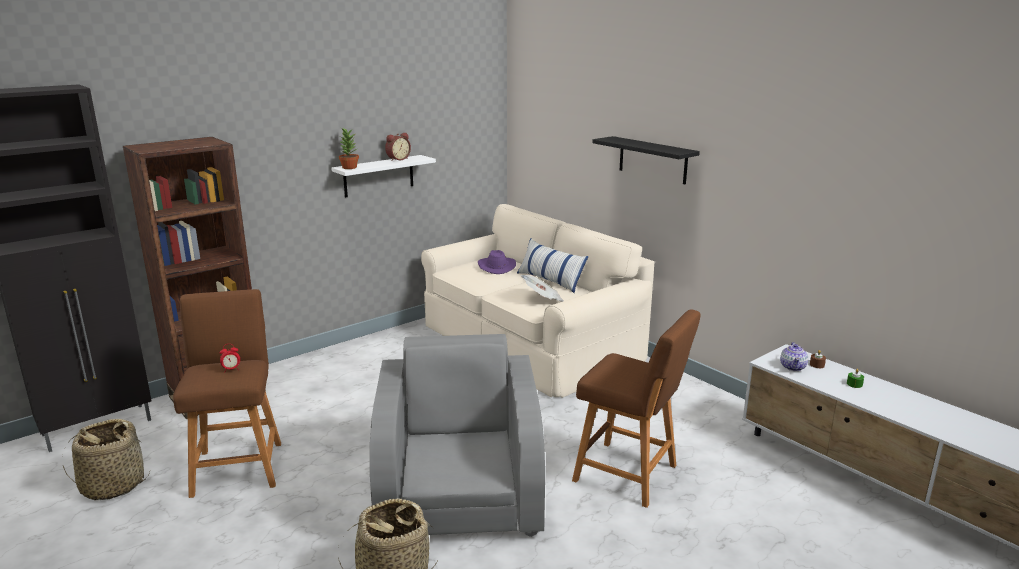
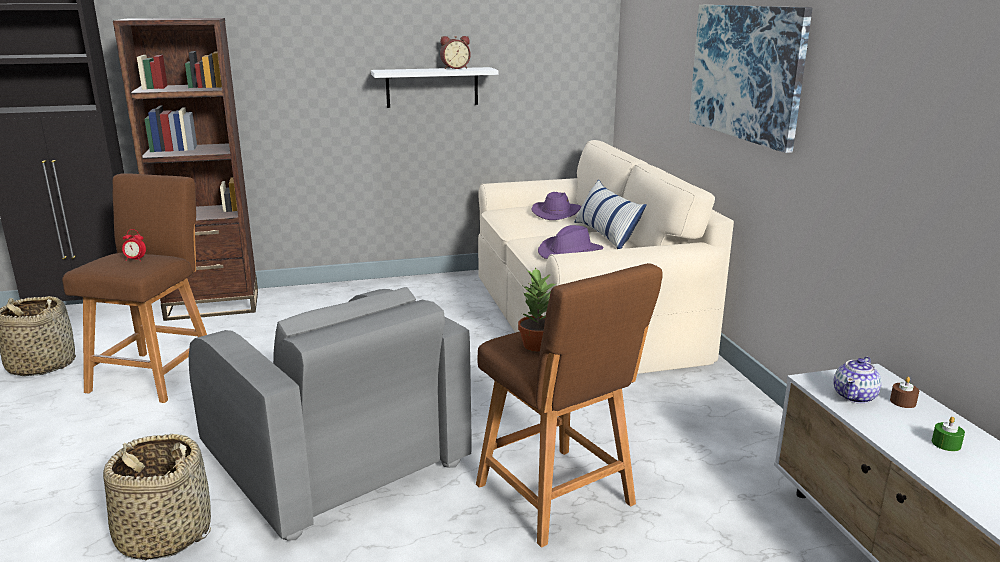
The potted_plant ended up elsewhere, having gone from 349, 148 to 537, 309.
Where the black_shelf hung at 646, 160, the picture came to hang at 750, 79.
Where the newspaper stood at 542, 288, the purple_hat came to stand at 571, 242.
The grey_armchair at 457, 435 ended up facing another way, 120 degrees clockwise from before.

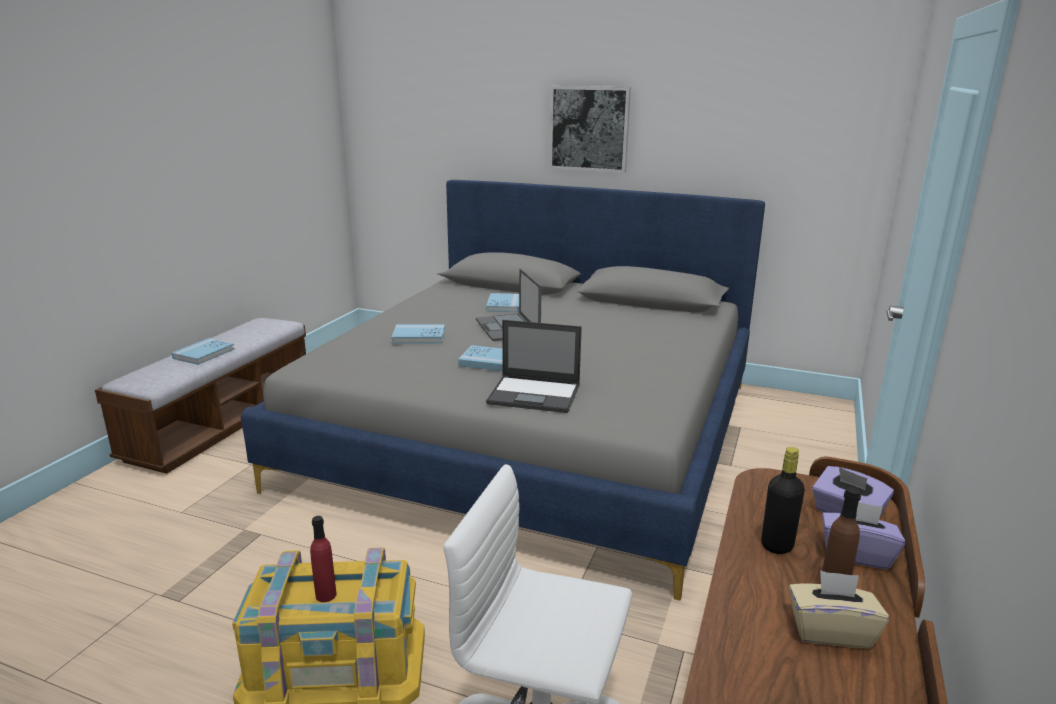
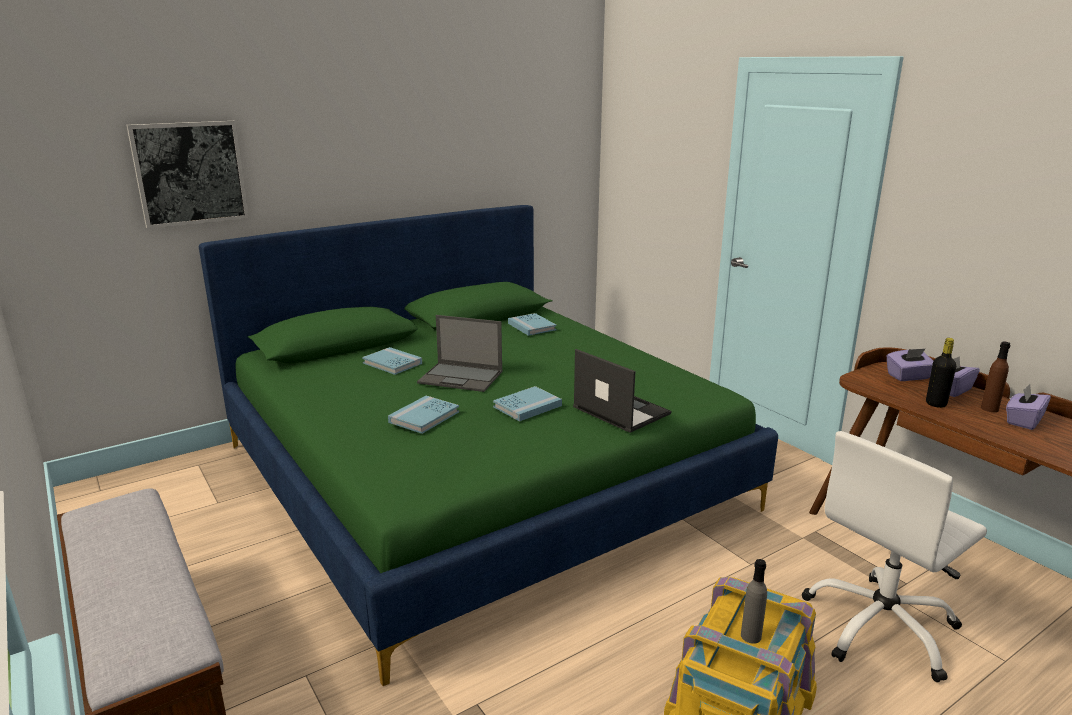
The picture ended up elsewhere, having gone from 590, 129 to 188, 175.
What was the grey_bed at 503, 390 turned into the green_bed at 488, 445.
The laptop at 534, 366 ended up facing another way, 90 degrees counterclockwise from before.
The blue_book ended up elsewhere, having gone from 203, 351 to 532, 324.
What was the red_bottle at 323, 559 turned into the grey_bottle at 754, 601.
What was the beige_tissue_box at 839, 609 turned into the purple_tissue_box at 1028, 407.

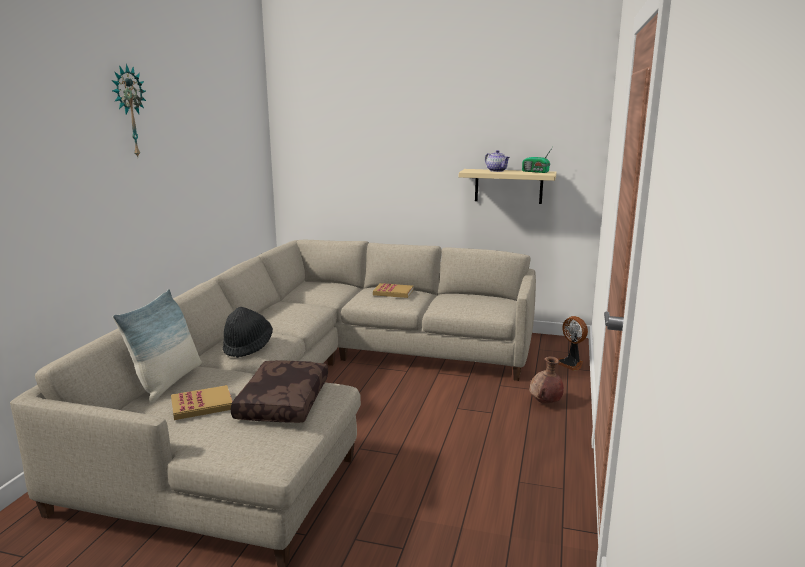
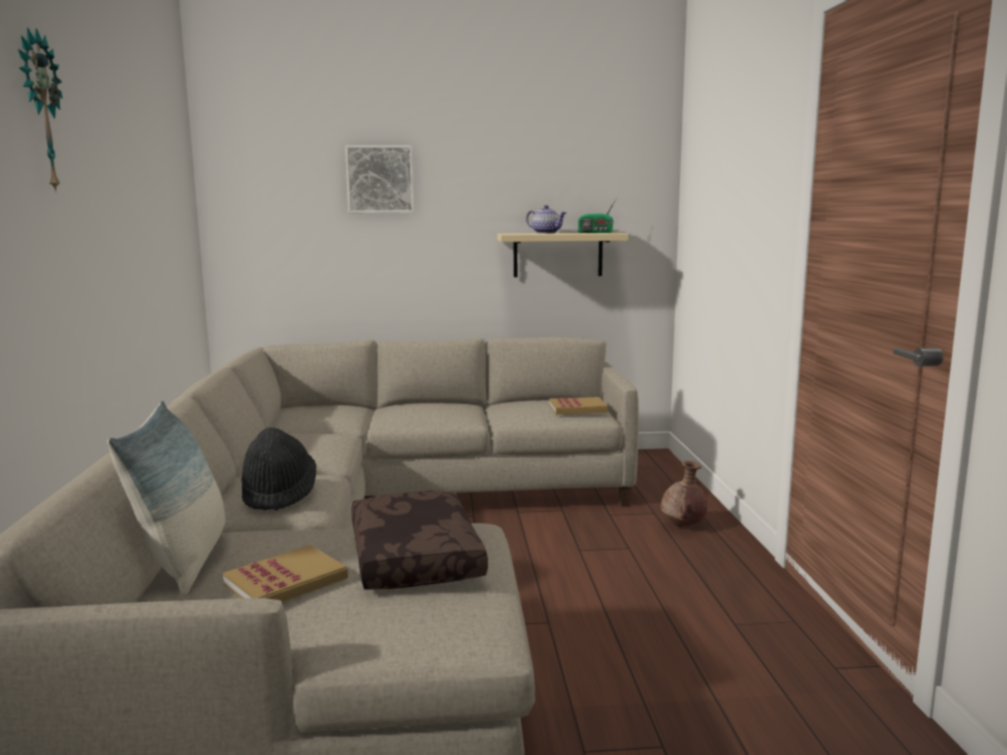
The book ended up elsewhere, having gone from 393, 290 to 578, 406.
The second view lost the fan at 573, 343.
The second view gained the picture at 379, 179.

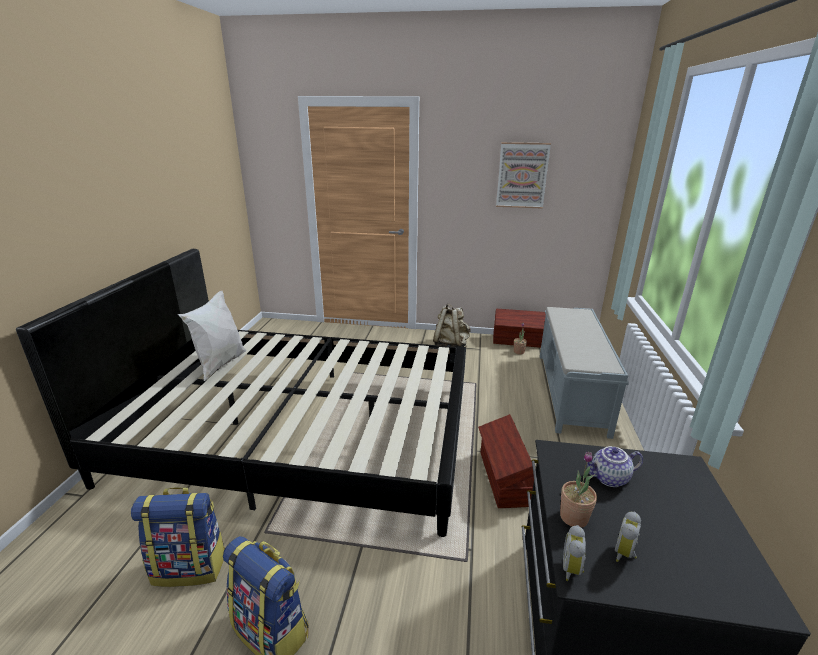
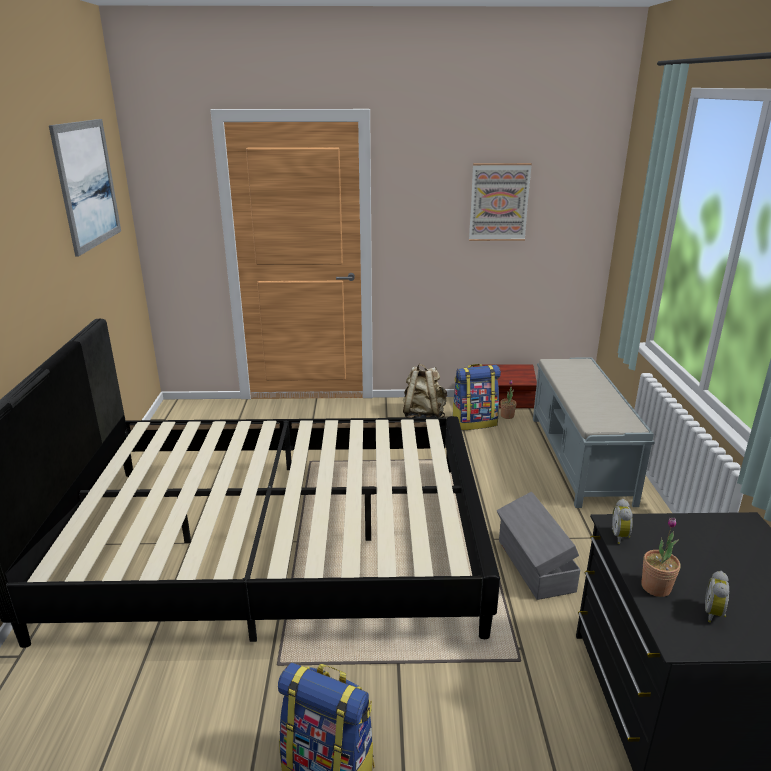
The second view lost the white_pillow at 212, 336.
What was the brown_storage_box at 506, 461 turned into the grey_storage_box at 538, 546.
The second view lost the teapot at 613, 466.
The backpack ended up elsewhere, having gone from 178, 537 to 477, 397.
The alarm_clock ended up elsewhere, having gone from 574, 553 to 622, 521.
The second view gained the picture at 85, 187.

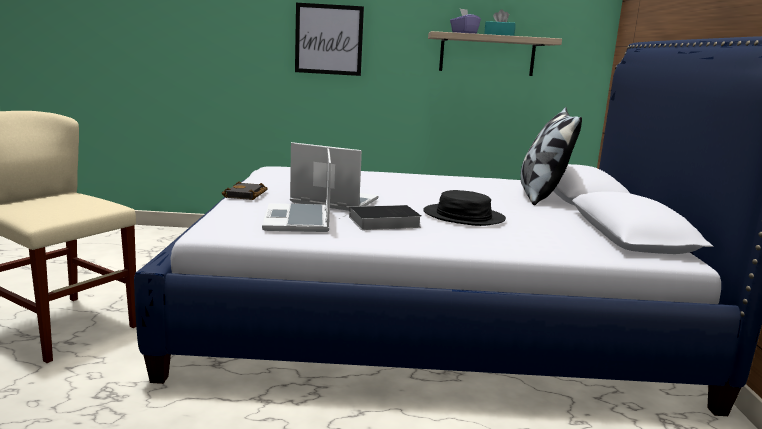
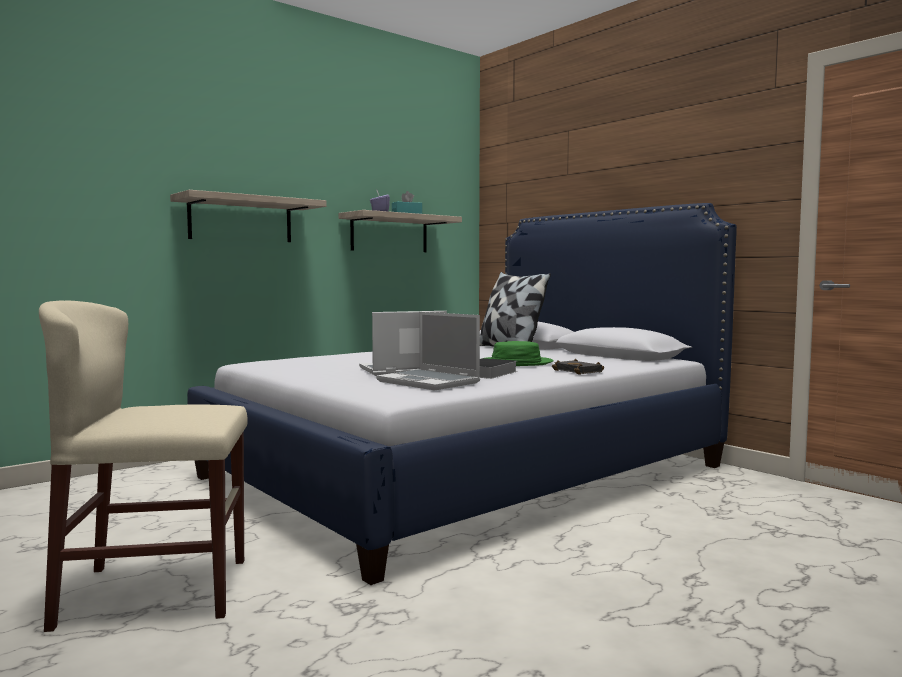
Where the picture hung at 329, 39, the shelf came to hang at 248, 216.
The black_book ended up elsewhere, having gone from 245, 190 to 578, 367.
What was the black_hat at 464, 208 turned into the green_hat at 520, 353.

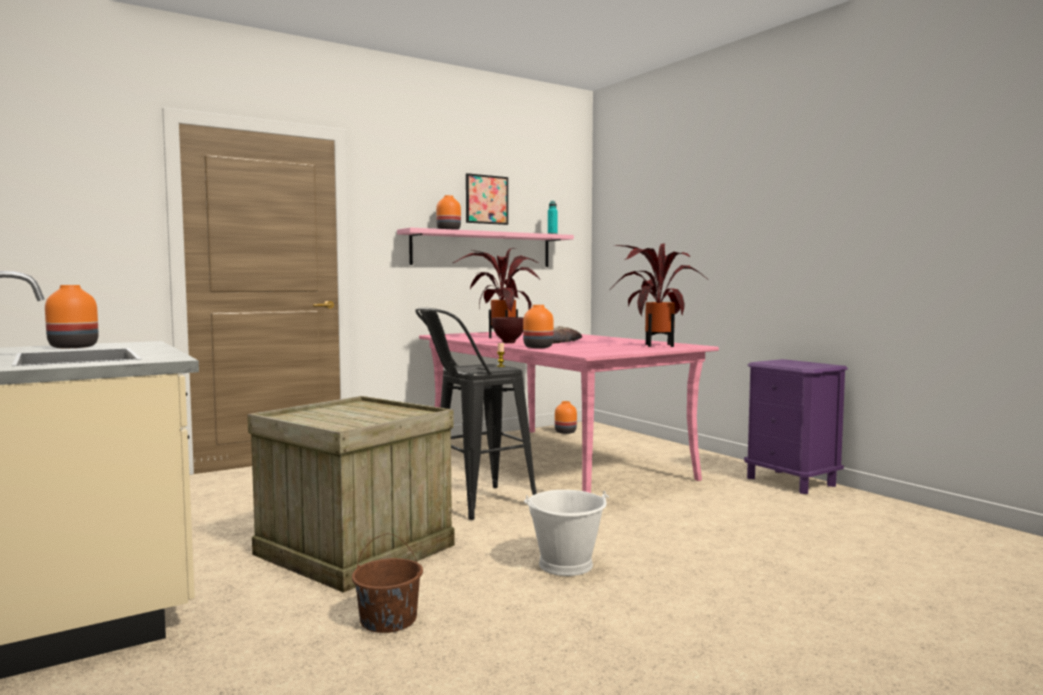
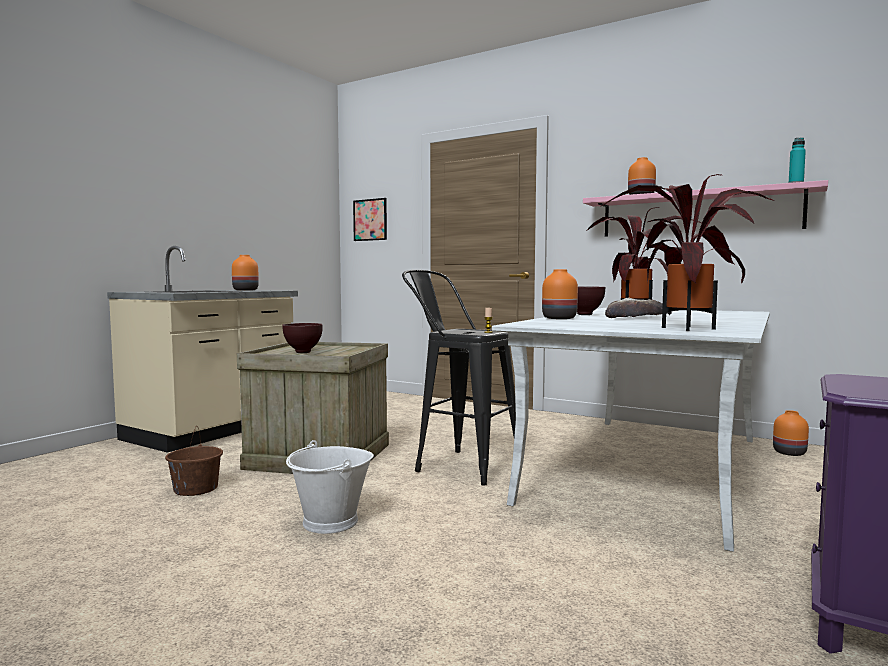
The picture ended up elsewhere, having gone from 487, 199 to 370, 219.
What was the pink_dining_table at 569, 412 turned into the white_dining_table at 631, 430.
The second view gained the brown_bowl at 302, 338.

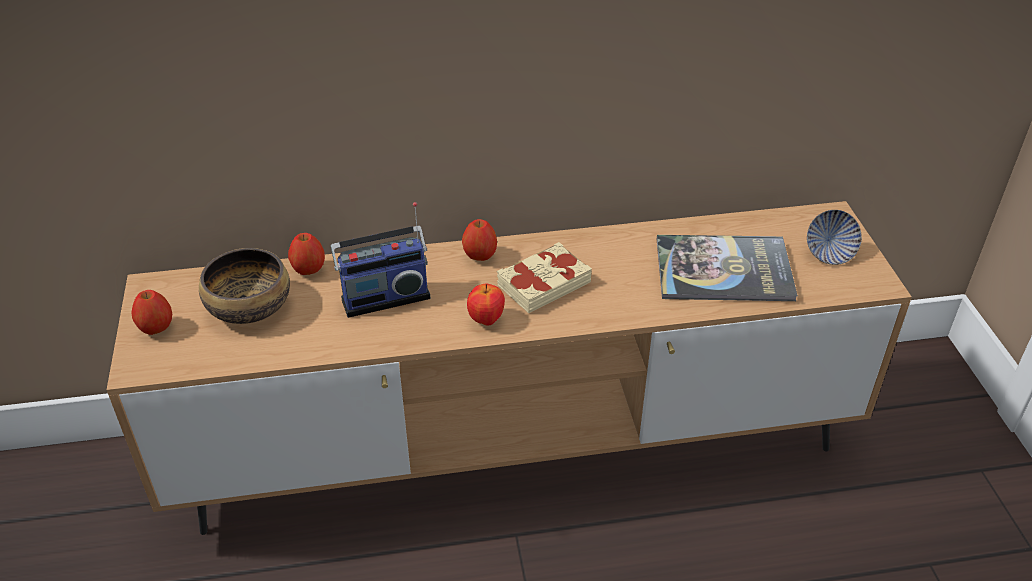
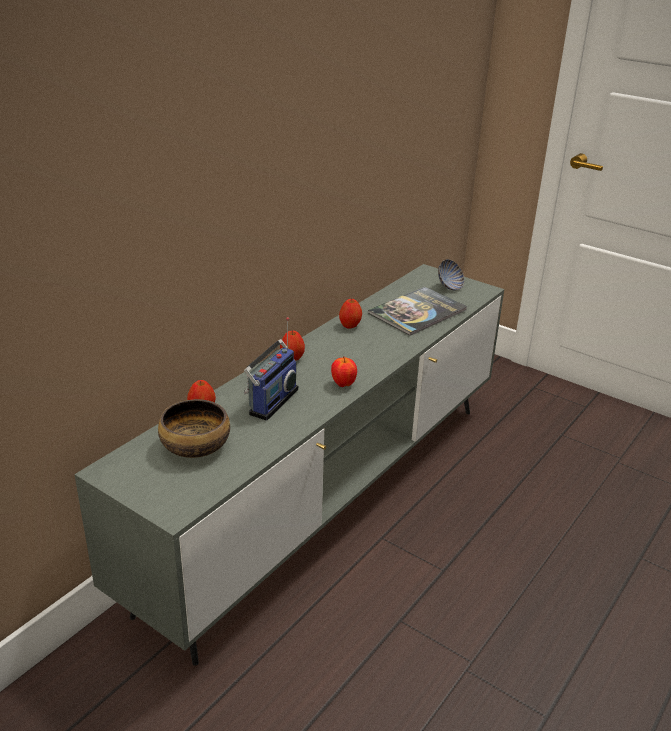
What was the brown_tv_stand at 509, 368 turned into the grey_tv_stand at 289, 465.
The second view lost the beige_book at 544, 277.
The apple ended up elsewhere, having gone from 151, 312 to 350, 314.

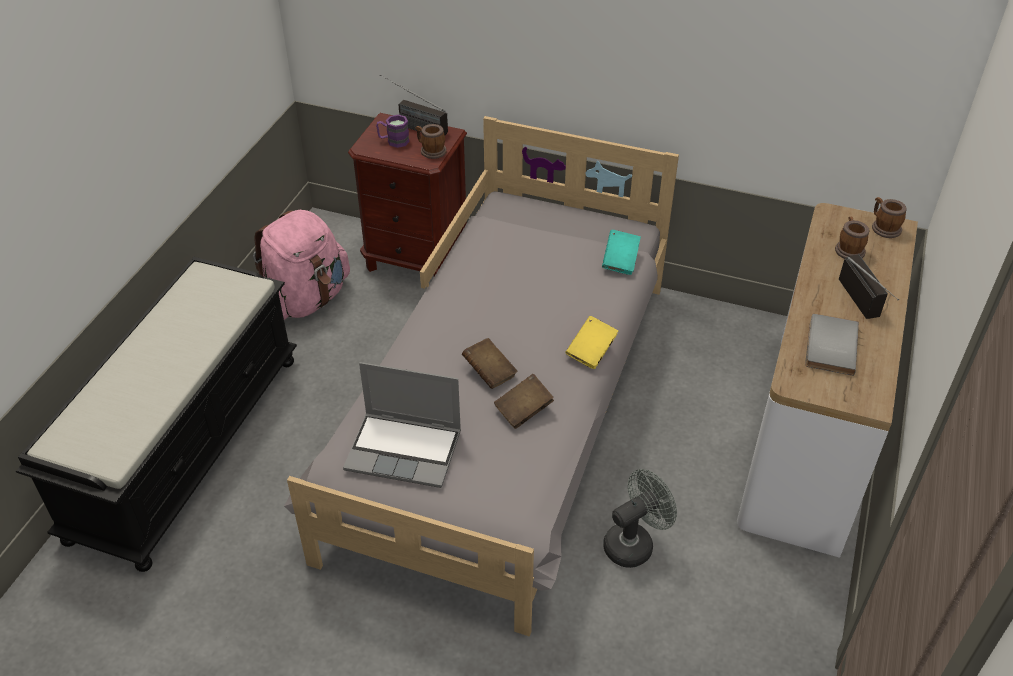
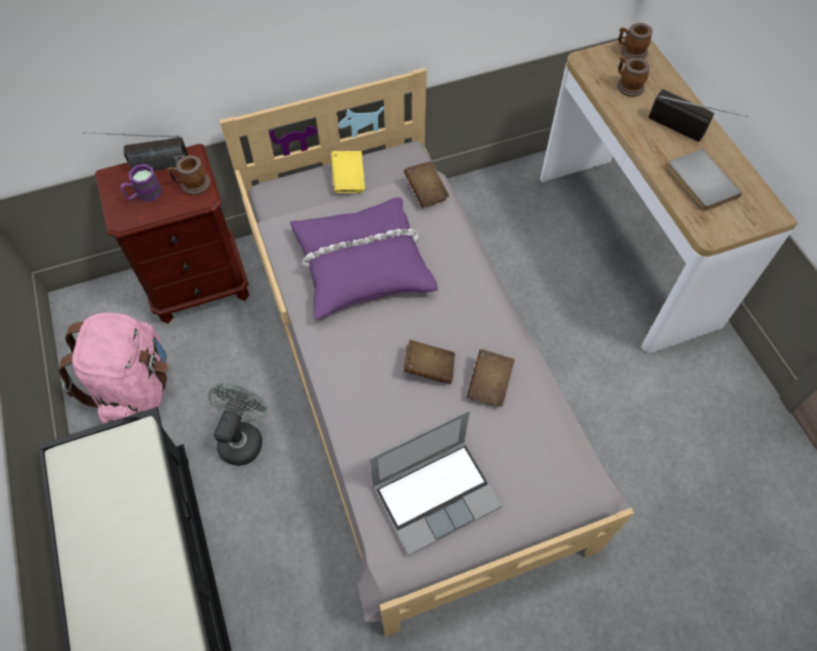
What was the turquoise_book at 621, 252 turned into the brown_book at 426, 184.
The yellow_book ended up elsewhere, having gone from 592, 342 to 348, 172.
The grey_fan ended up elsewhere, having gone from 640, 518 to 237, 424.
The second view gained the purple_pillow at 364, 258.

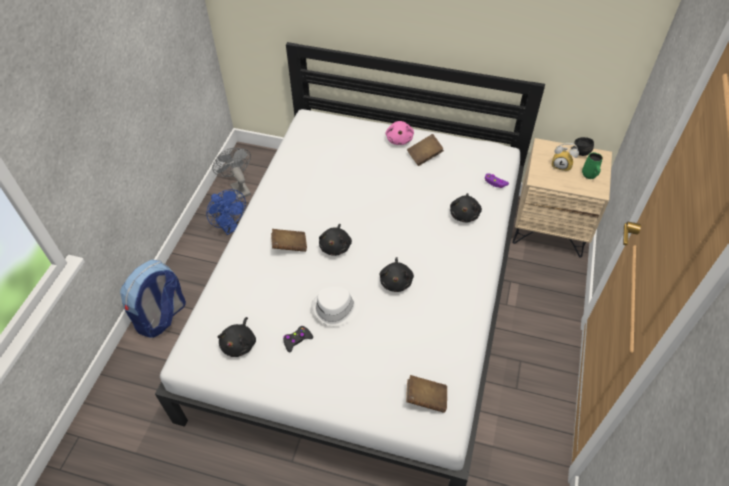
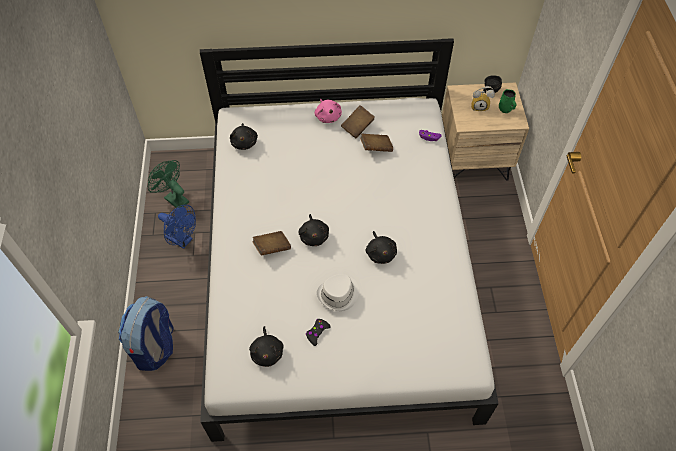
What was the grey_fan at 231, 173 turned into the green_fan at 168, 184.
The black_plush_toy ended up elsewhere, having gone from 466, 207 to 244, 136.
The brown_book ended up elsewhere, having gone from 426, 394 to 376, 143.

